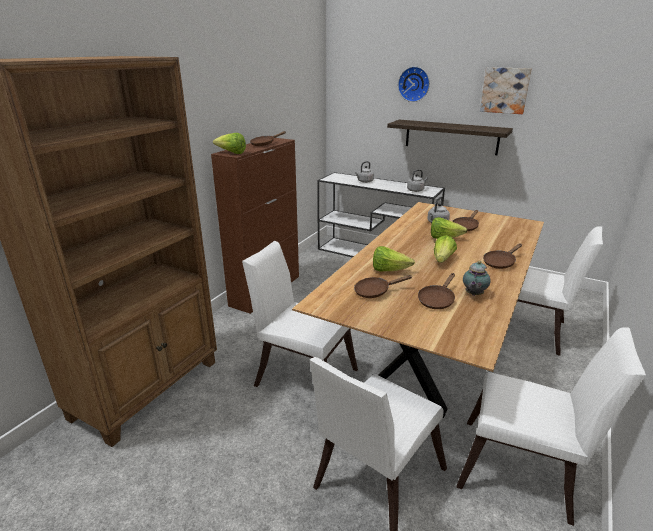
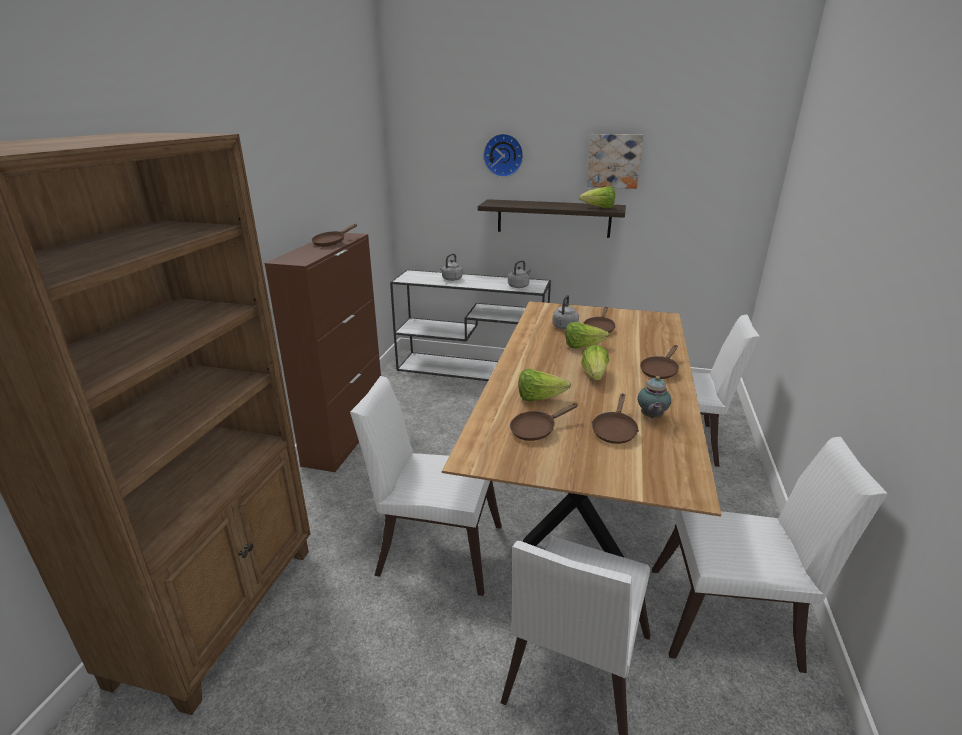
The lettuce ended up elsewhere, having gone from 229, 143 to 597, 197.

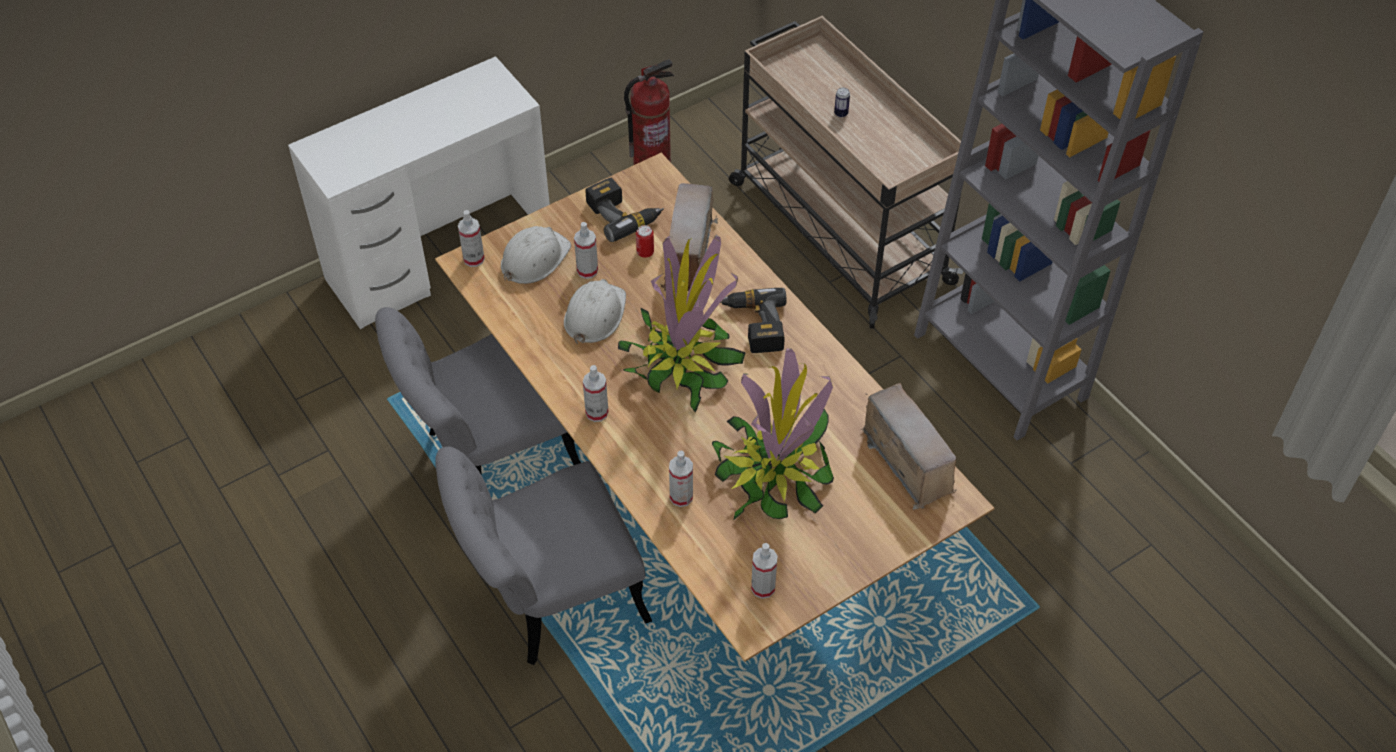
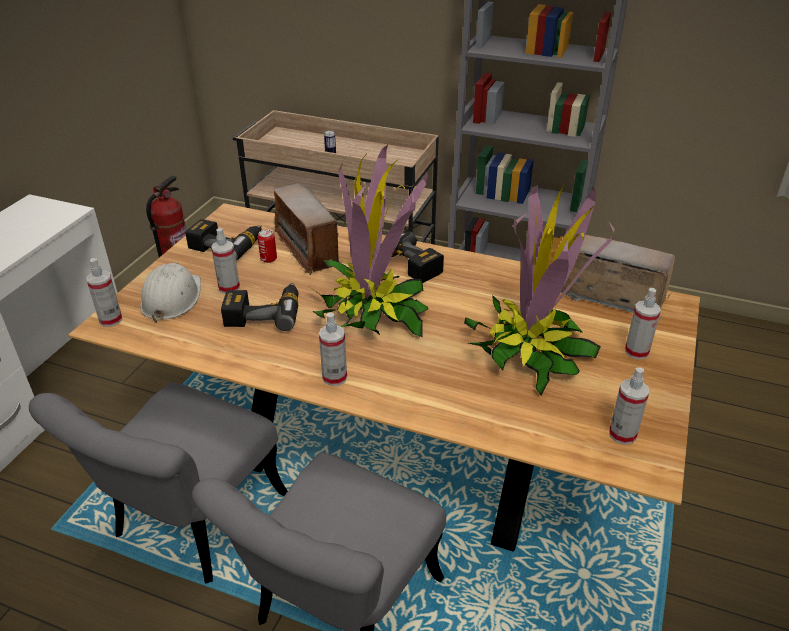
Where the white_hard_hat stood at 595, 311, the power_drill came to stand at 259, 307.
The spray_bottle ended up elsewhere, having gone from 681, 478 to 643, 324.

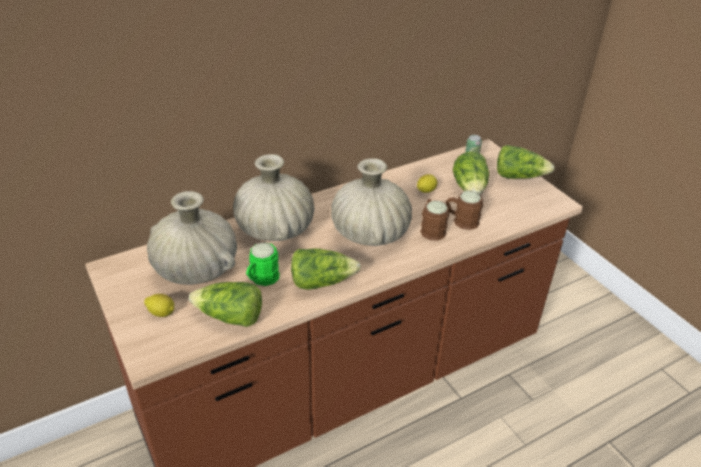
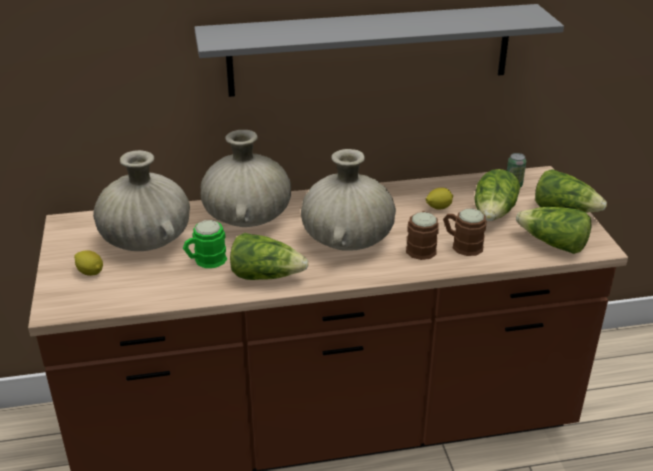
The lettuce ended up elsewhere, having gone from 225, 304 to 553, 230.
The second view gained the grey_shelf at 379, 50.

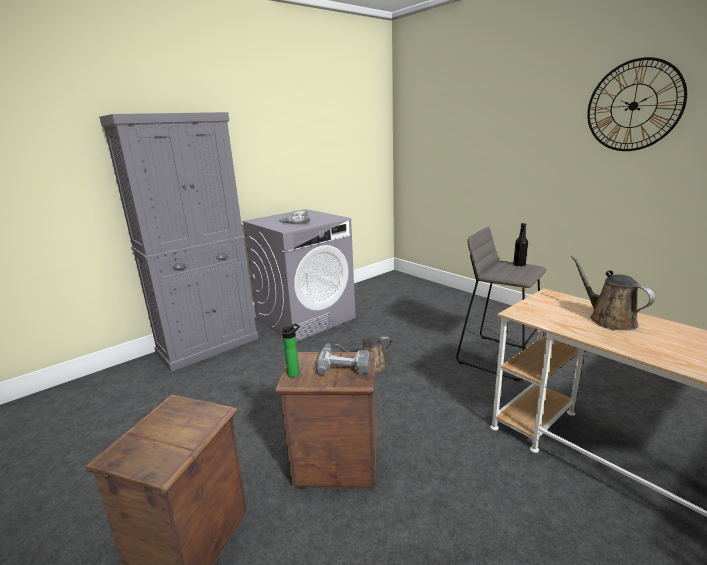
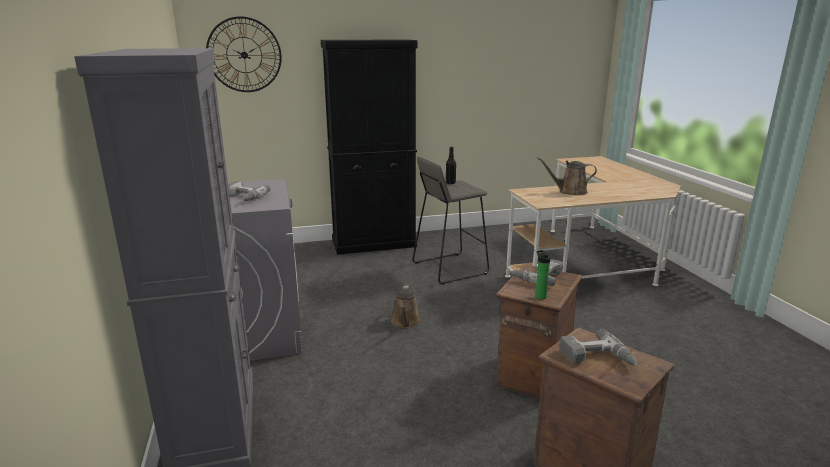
The wall_clock ended up elsewhere, having gone from 637, 104 to 244, 54.
The second view gained the black_cabinet at 369, 147.
The second view gained the power_drill at 598, 347.

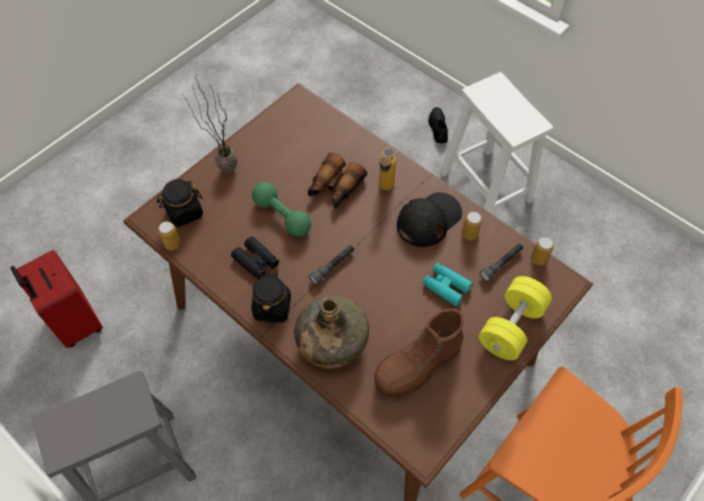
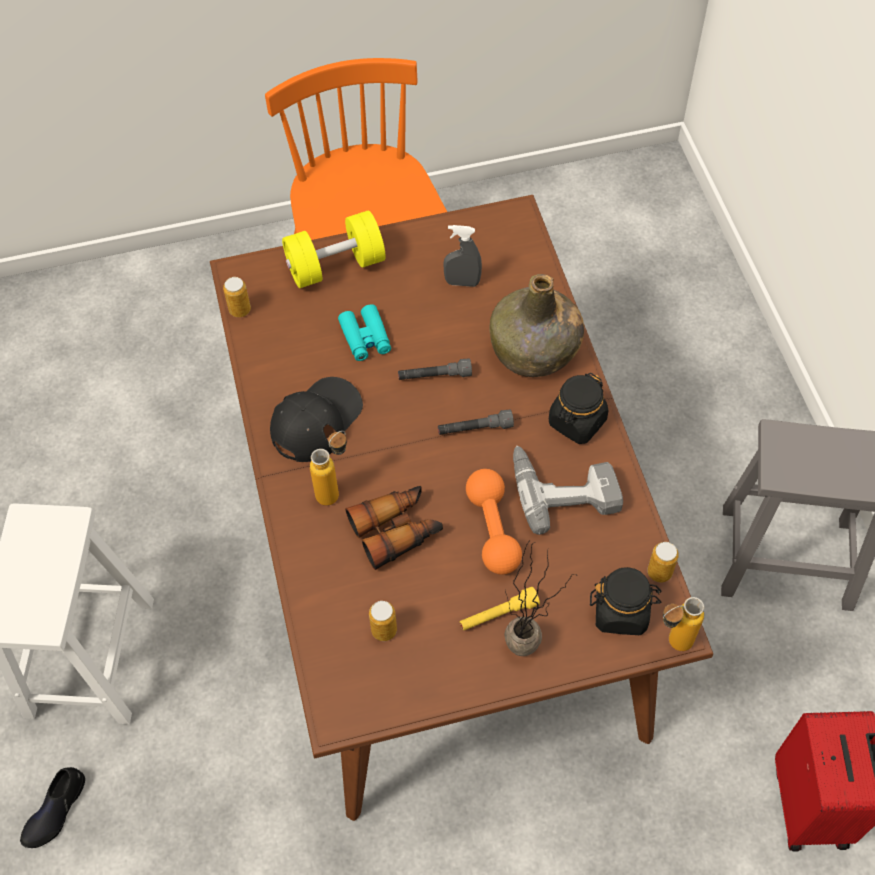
What was the green_dumbbell at 281, 209 turned into the orange_dumbbell at 494, 522.
The black_cap at 429, 219 ended up facing another way, 135 degrees clockwise from before.
The can ended up elsewhere, having gone from 472, 226 to 383, 621.
Where the black_binoculars stood at 255, 257, the power_drill came to stand at 568, 490.
The grey_flashlight ended up elsewhere, having gone from 501, 263 to 435, 369.
Where the brown_boot stood at 419, 352, the grey_spray_bottle came to stand at 462, 256.
The second view gained the yellow_flashlight at 500, 608.
The second view gained the bottle at 683, 624.

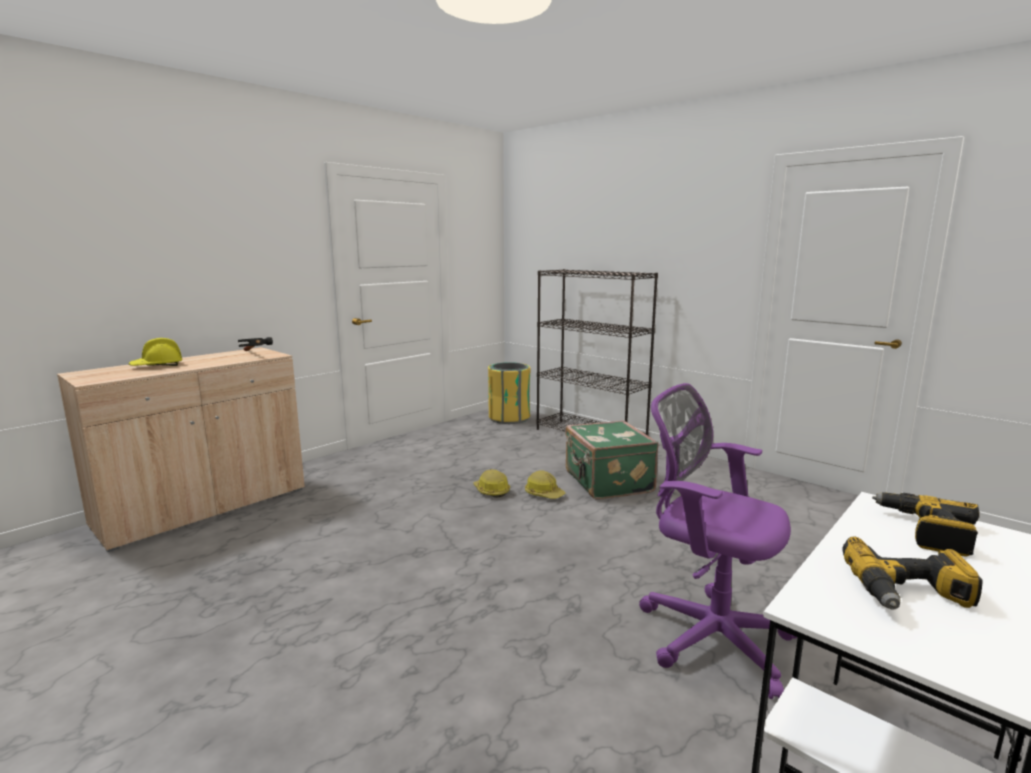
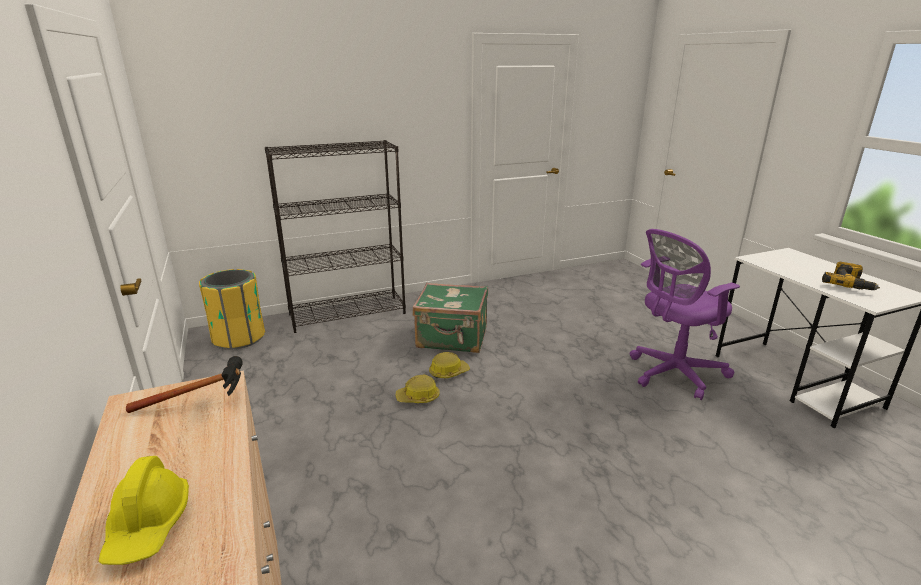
The second view lost the power_drill at 925, 524.

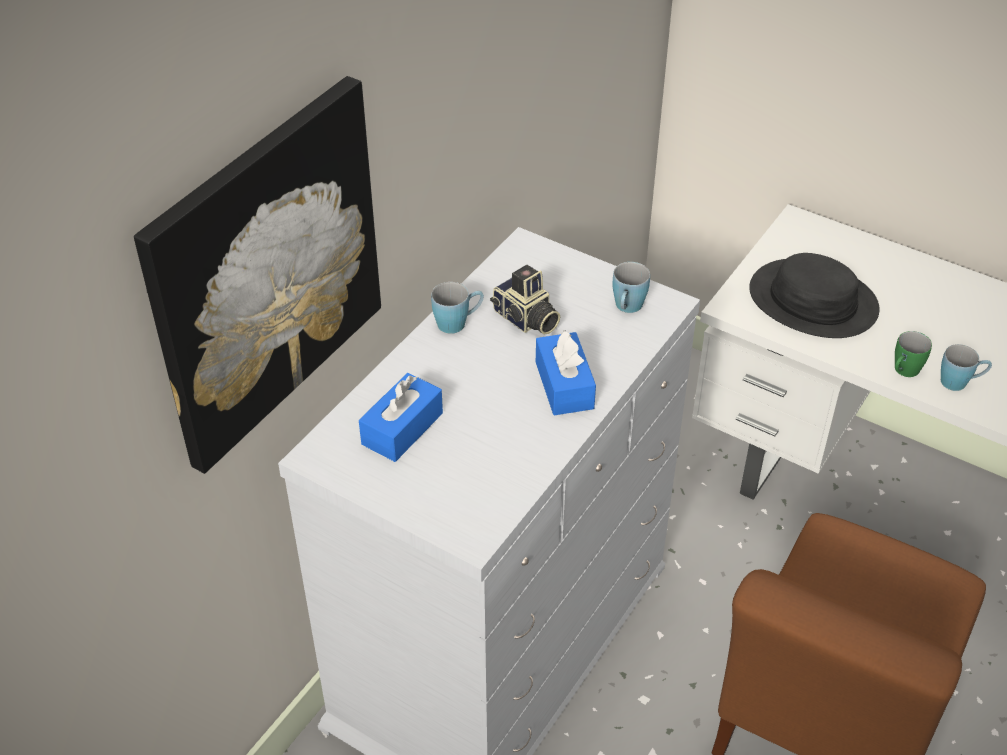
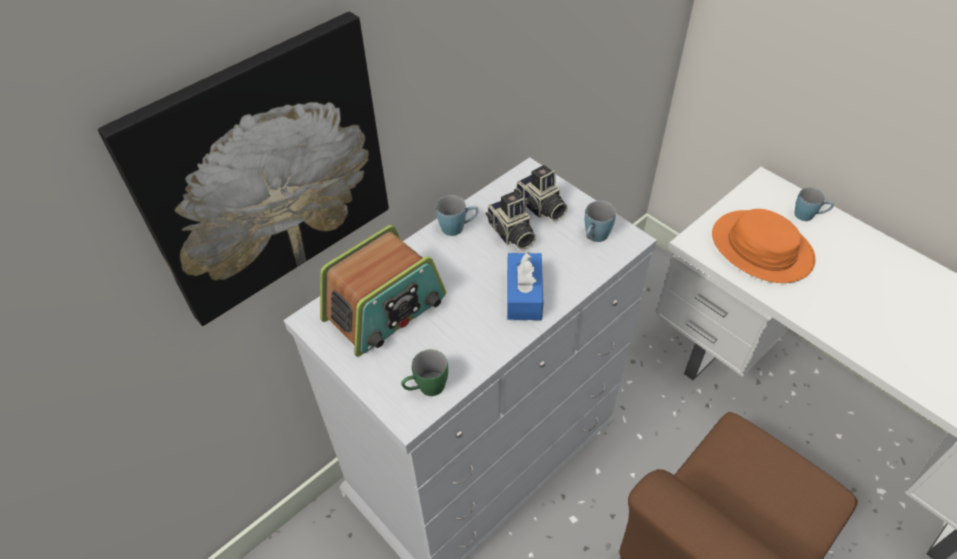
What was the black_hat at 814, 295 turned into the orange_hat at 764, 246.
The green_mug ended up elsewhere, having gone from 913, 354 to 424, 372.
The blue_mug ended up elsewhere, having gone from 966, 367 to 814, 204.
Where the blue_tissue_box stood at 401, 417, the radio came to stand at 383, 291.
The second view gained the photo_camera at 541, 193.

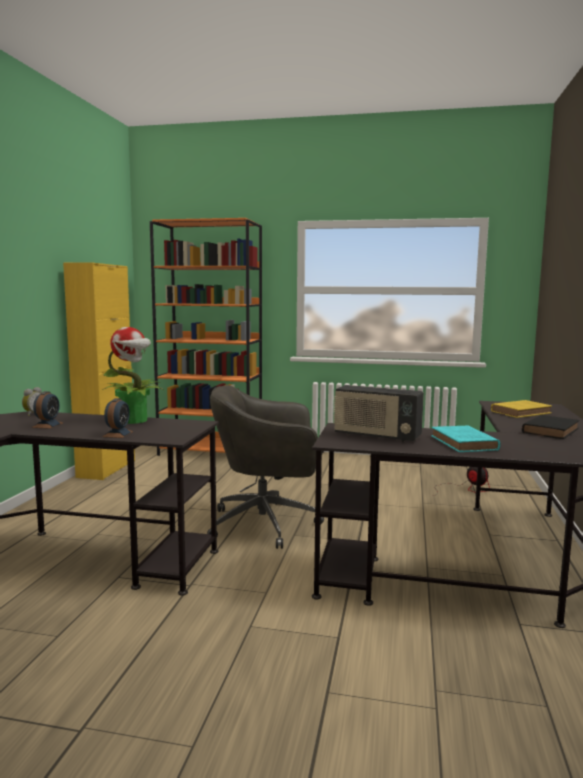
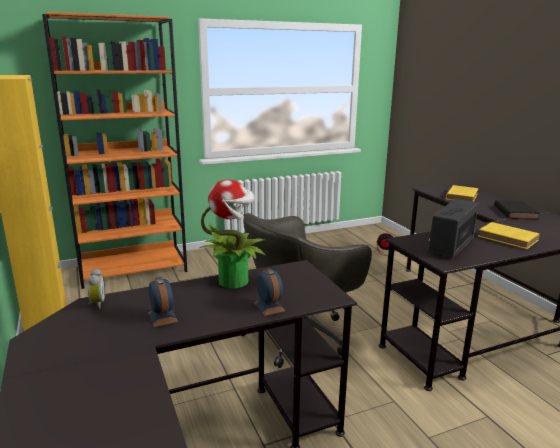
The radio at 379, 413 ended up facing another way, 135 degrees clockwise from before.
What was the turquoise_book at 465, 438 turned into the yellow_book at 509, 235.

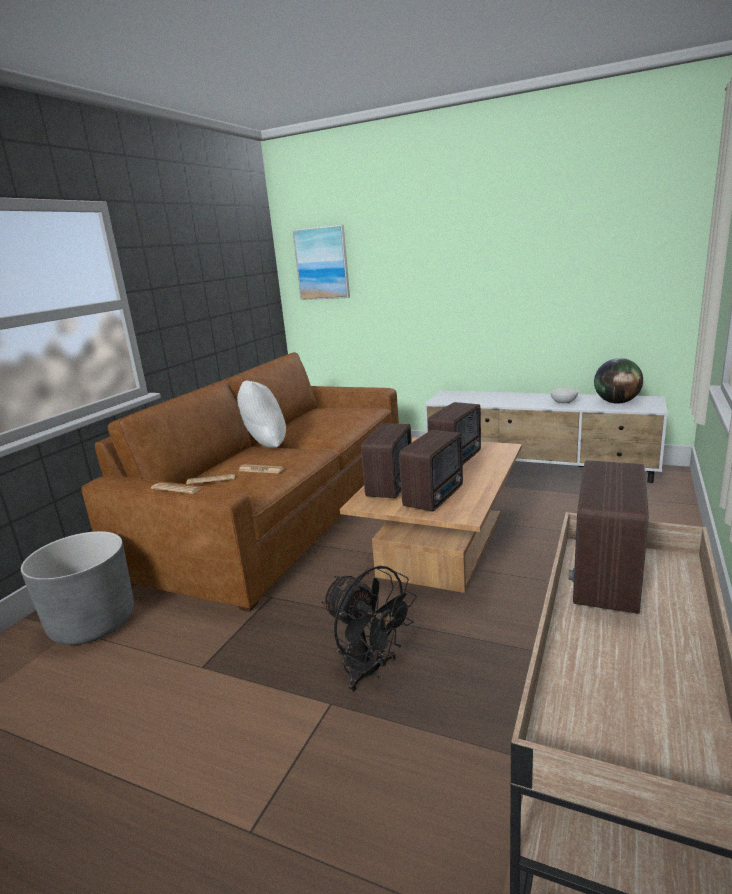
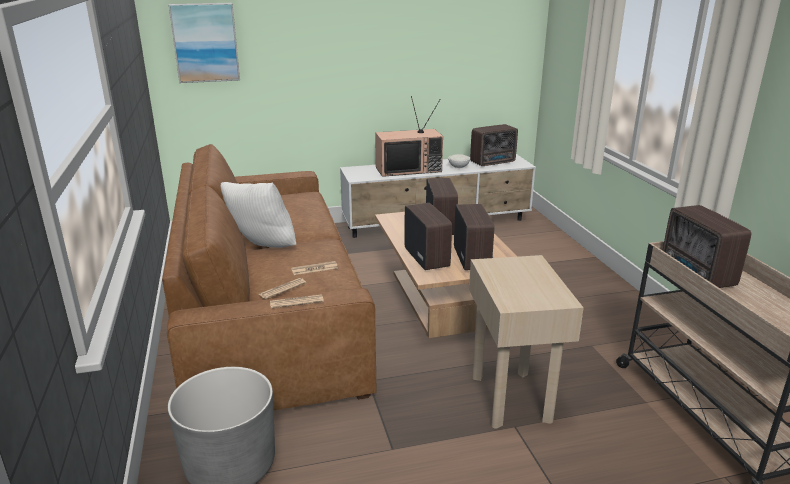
Where the globe stood at 618, 381, the radio came to stand at 494, 145.
Where the black_fan stood at 369, 629, the beige_side_table came to stand at 526, 342.
The second view gained the television at 409, 136.

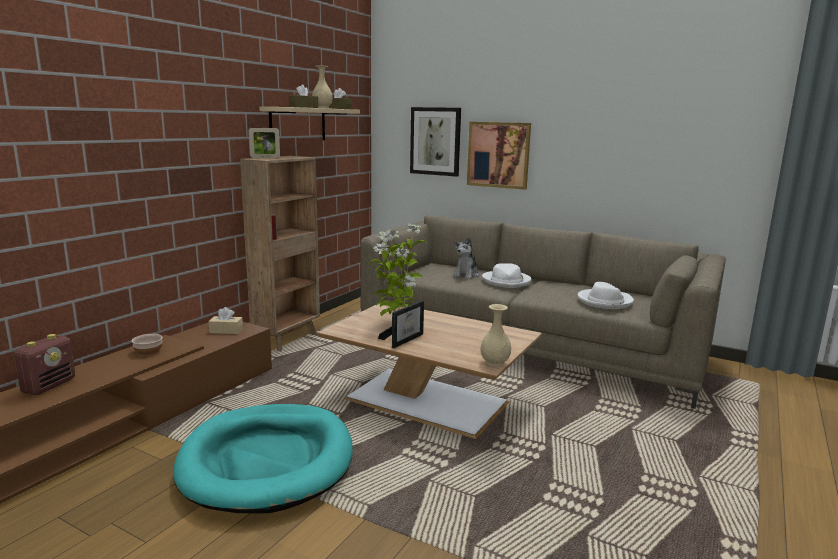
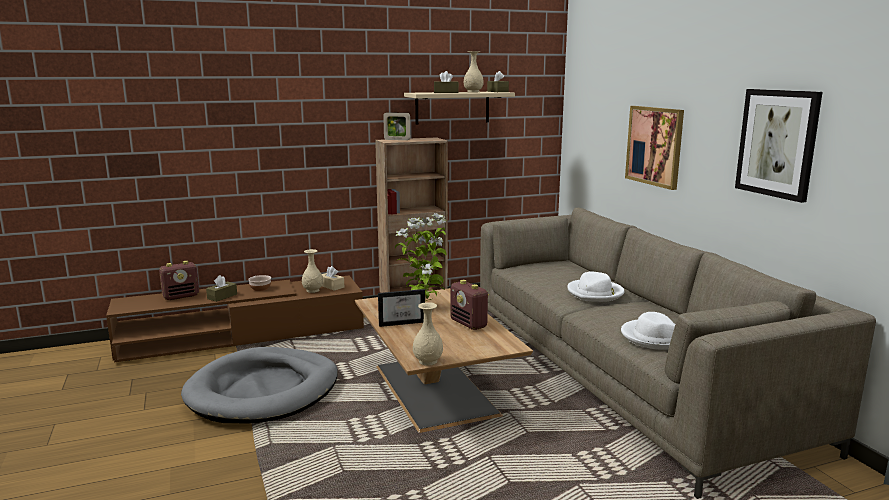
The picture ended up elsewhere, having gone from 435, 142 to 778, 146.
The second view lost the plush_toy at 466, 258.
What was the turquoise_dog_bed at 262, 459 turned into the grey_dog_bed at 259, 385.
The second view gained the beige_vase at 312, 271.
The second view gained the brown_tissue_box at 221, 288.
The second view gained the radio at 470, 305.

